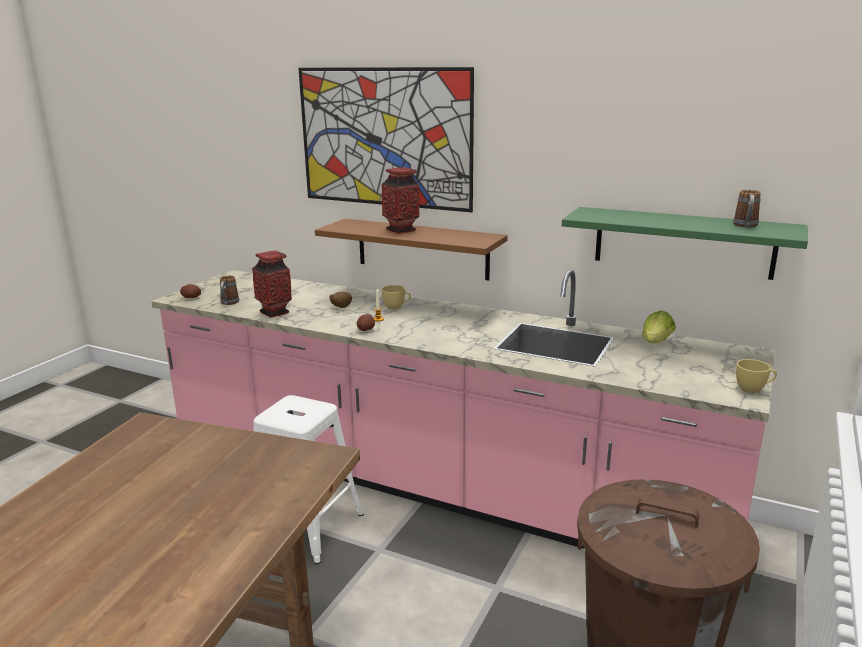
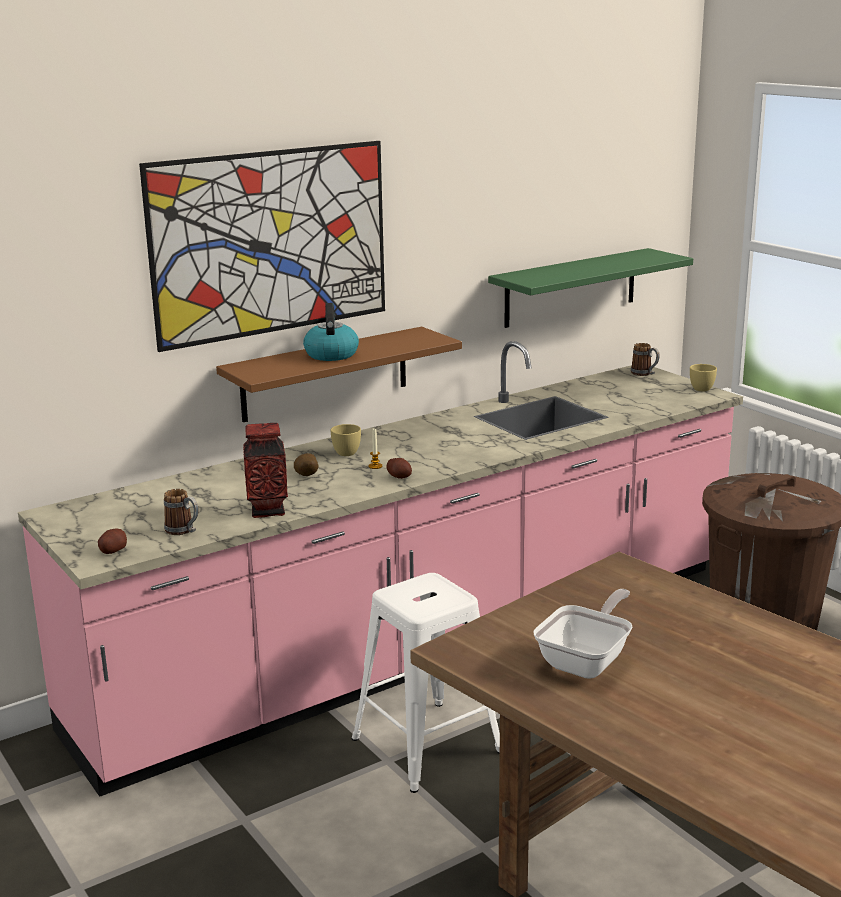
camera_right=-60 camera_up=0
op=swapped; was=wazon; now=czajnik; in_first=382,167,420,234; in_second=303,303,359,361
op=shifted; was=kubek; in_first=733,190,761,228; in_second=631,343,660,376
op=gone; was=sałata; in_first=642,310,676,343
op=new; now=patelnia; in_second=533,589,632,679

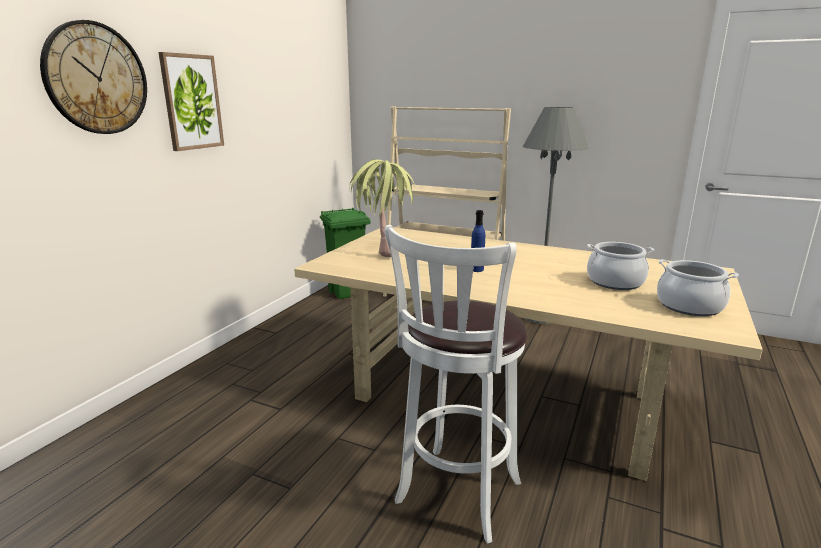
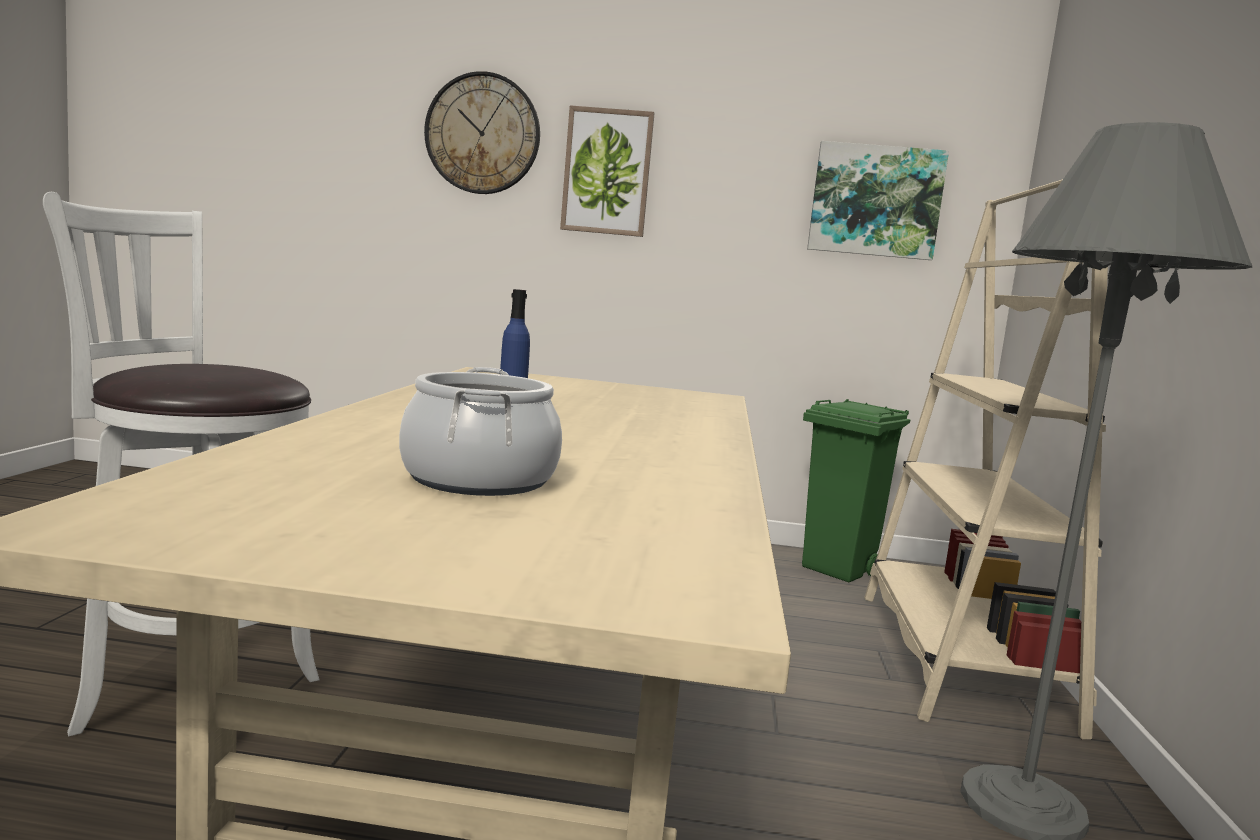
camera_right=70 camera_up=-10
op=gone; was=roślina doniczkowa; in_first=349,159,415,257
op=gone; was=garnek; in_first=657,259,739,316
op=new; now=obraz; in_second=807,141,949,260

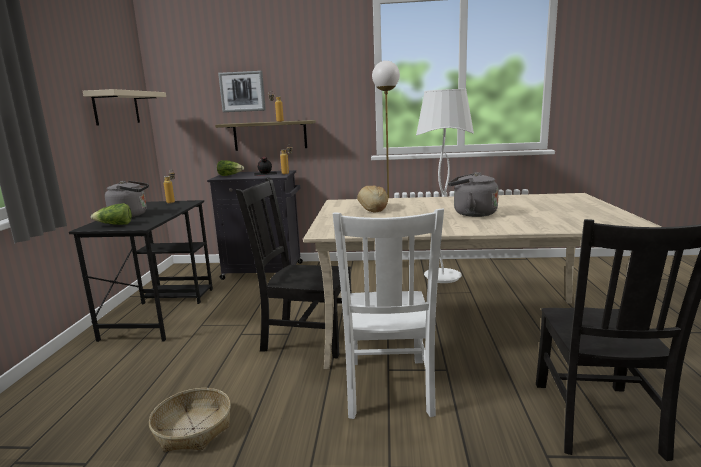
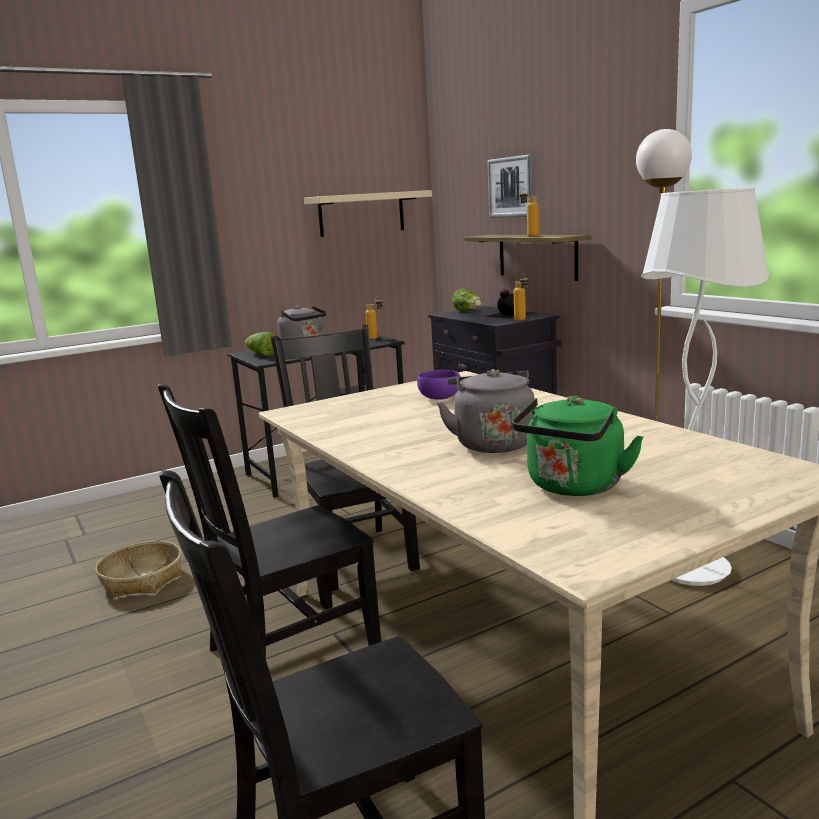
camera_right=55 camera_up=0
op=swapped; was=chleb; now=miska [fioletowy]; in_first=357,186,388,213; in_second=417,370,461,399
op=repainted; was=krzesło [biały]; now=krzesło [czarny]; in_first=333,209,444,419; in_second=158,384,381,658
op=new; now=czajnik [zielony]; in_second=512,396,644,496

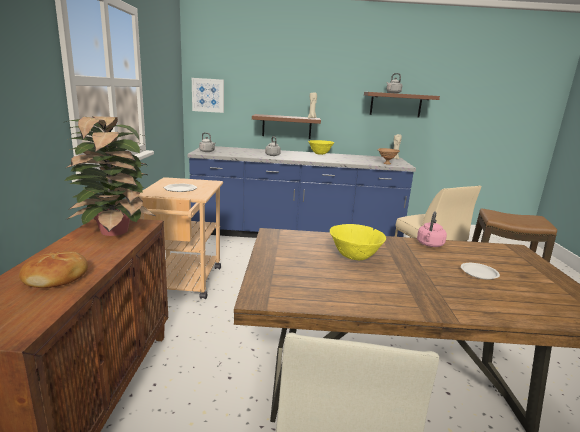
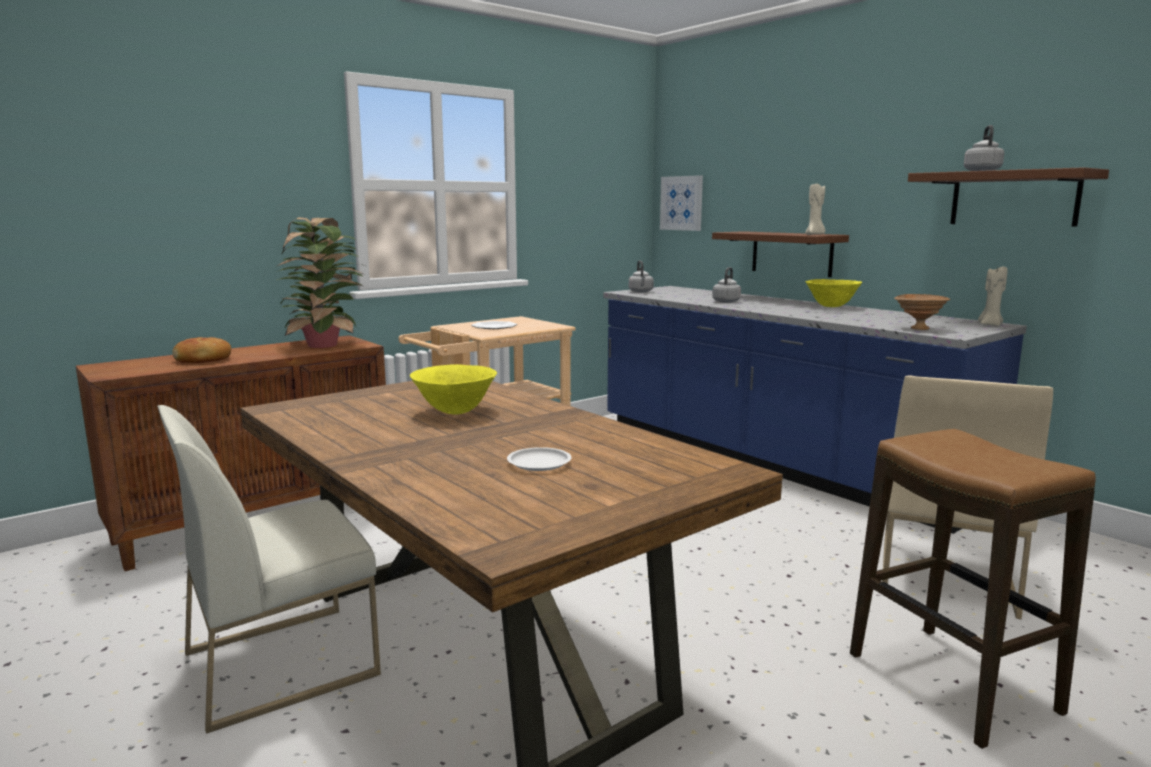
camera_right=50 camera_up=-5
op=gone; was=czajnik [różowy]; in_first=417,211,447,247

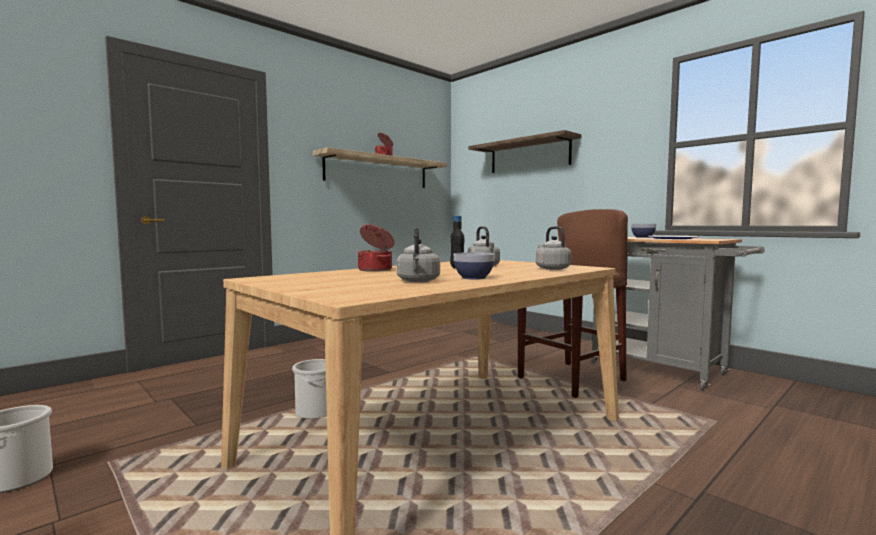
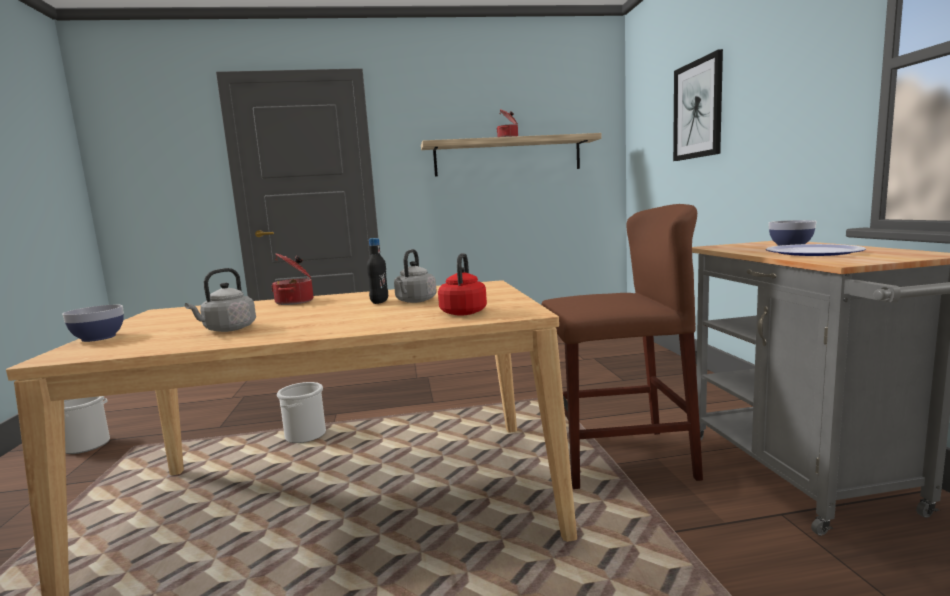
camera_right=35 camera_up=5
op=swapped; was=półka; now=obraz; in_first=468,130,582,173; in_second=673,49,723,161
op=repainted; was=czajnik [szary]; now=czajnik [czerwony]; in_first=536,226,571,270; in_second=438,253,487,316
op=shifted; was=miska; in_first=454,252,495,279; in_second=62,305,124,342

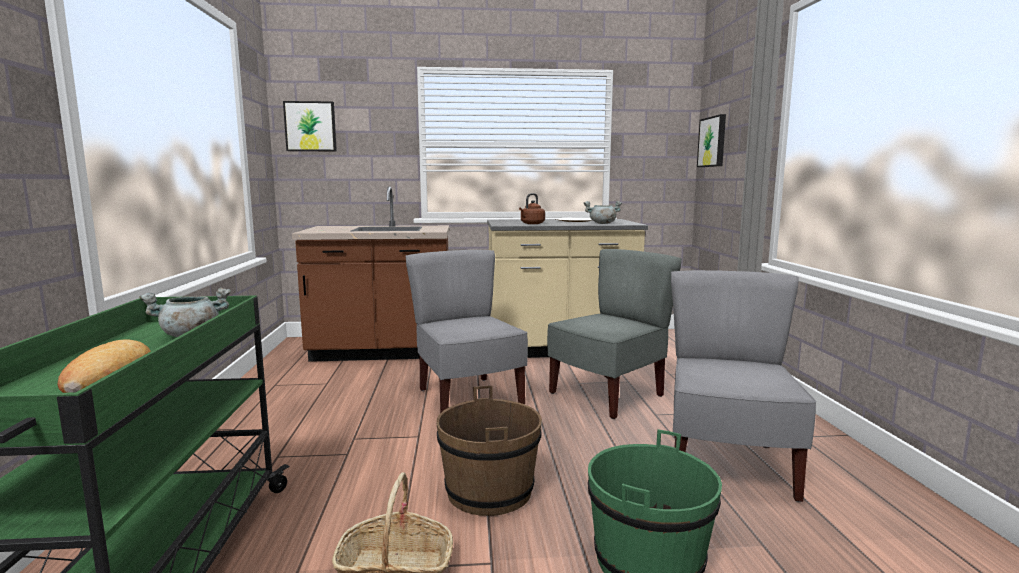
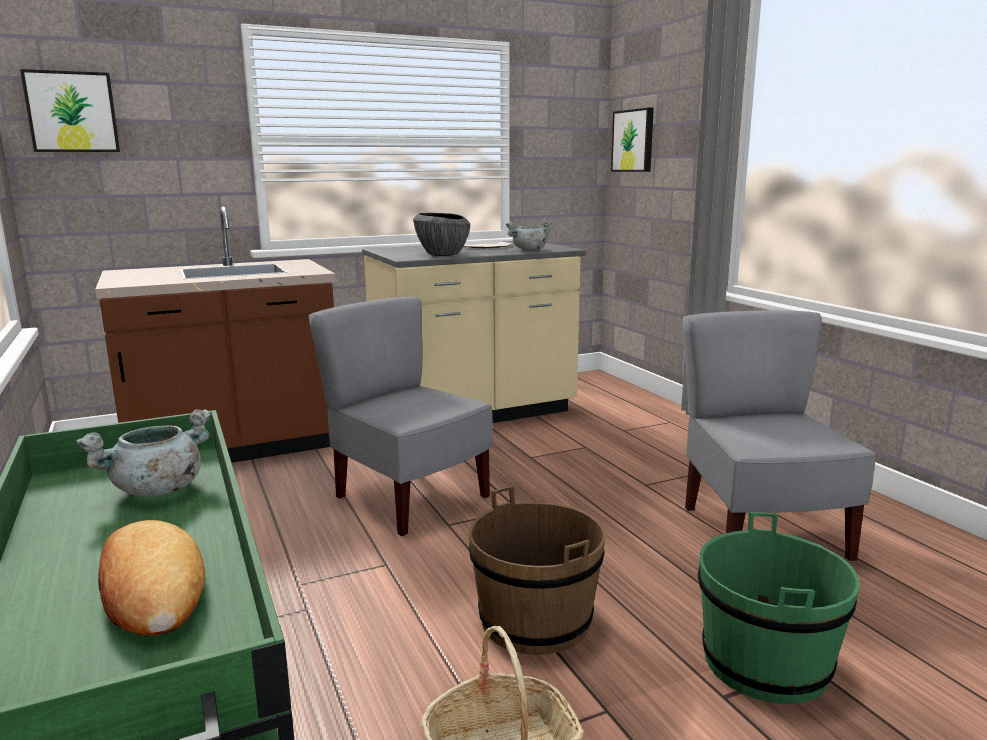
camera_right=-20 camera_up=5
op=swapped; was=czajnik [brązowy]; now=miska; in_first=519,193,545,224; in_second=413,213,470,256
op=gone; was=krzesło [szary]; in_first=547,249,682,419

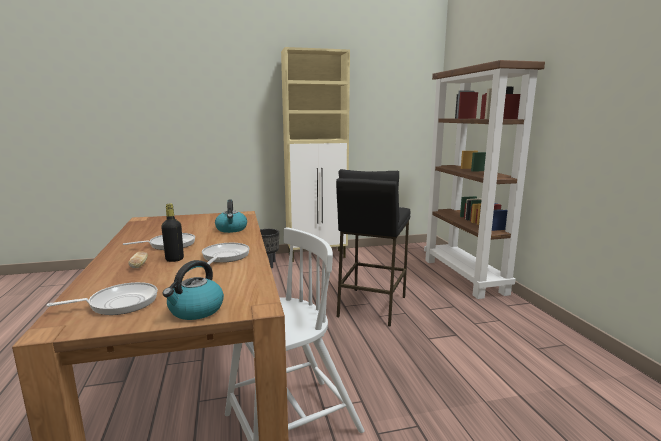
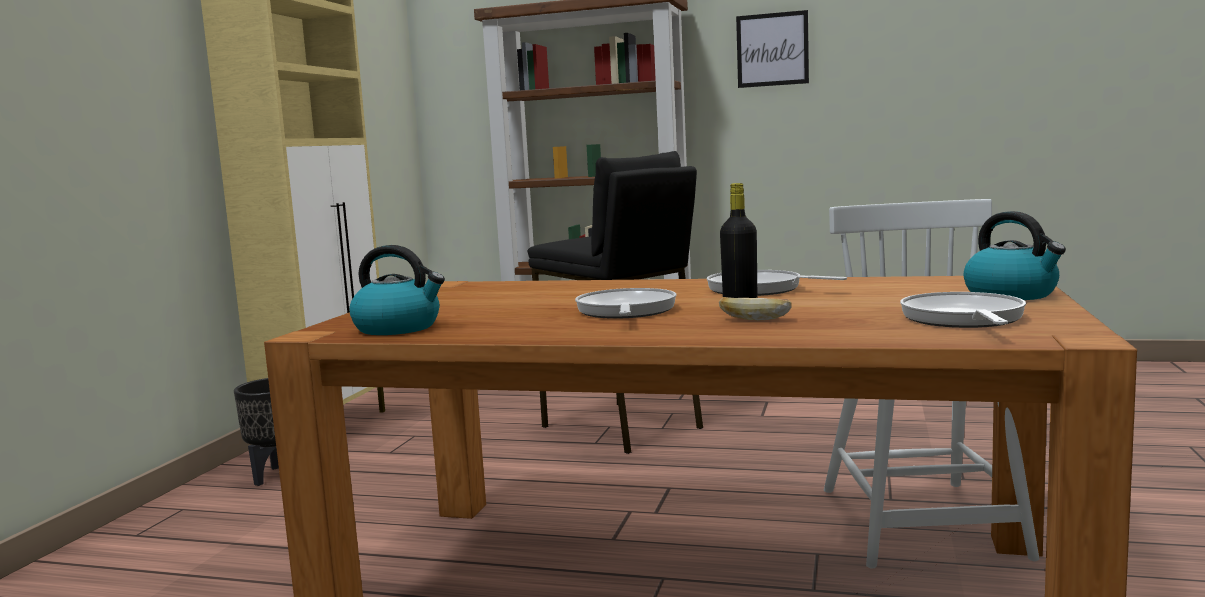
camera_right=-60 camera_up=-5
op=shifted; was=czajnik; in_first=215,200,247,233; in_second=349,245,445,335
op=new; now=obraz; in_second=736,10,809,88

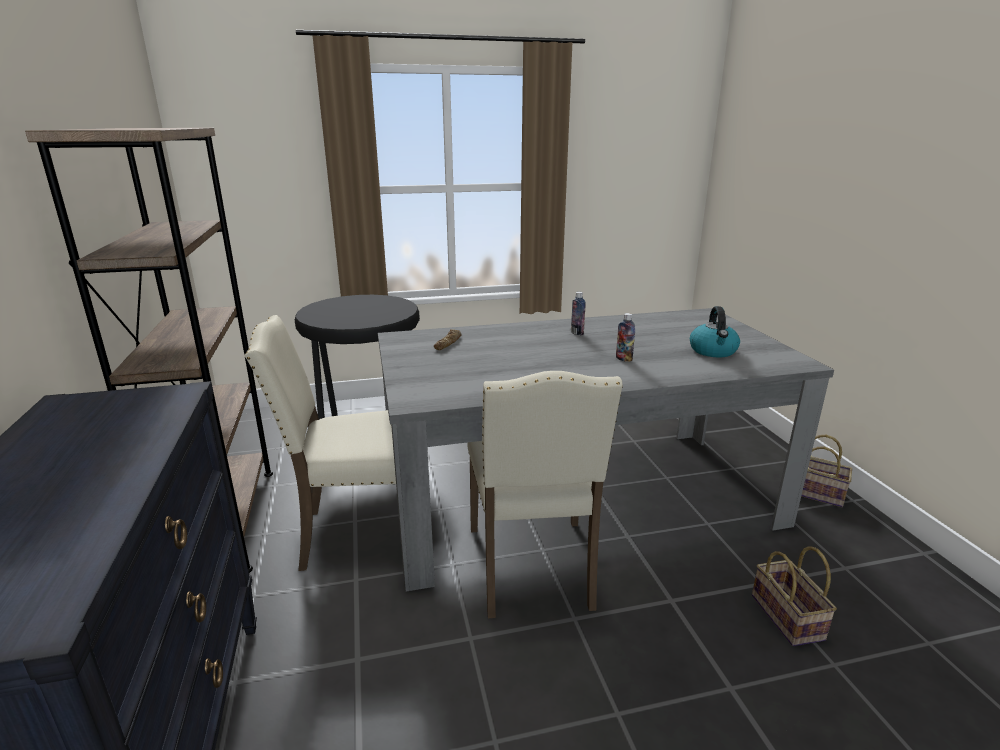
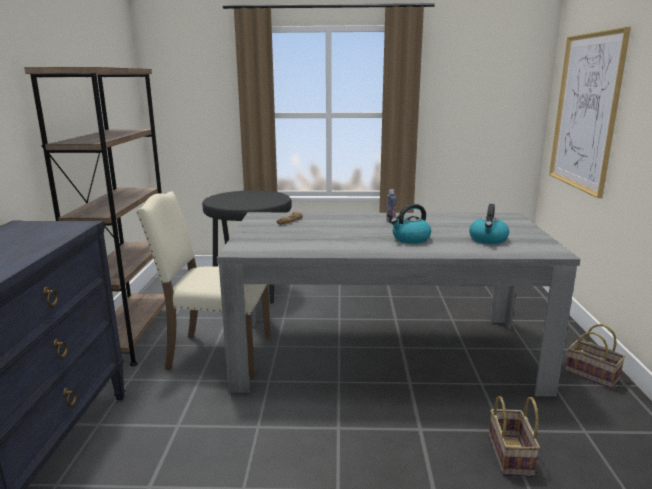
camera_right=15 camera_up=-5
op=swapped; was=butelka; now=czajnik; in_first=616,313,635,362; in_second=391,204,431,244
op=gone; was=krzesło [beżowy]; in_first=467,371,623,618
op=new; now=obraz; in_second=549,27,631,198

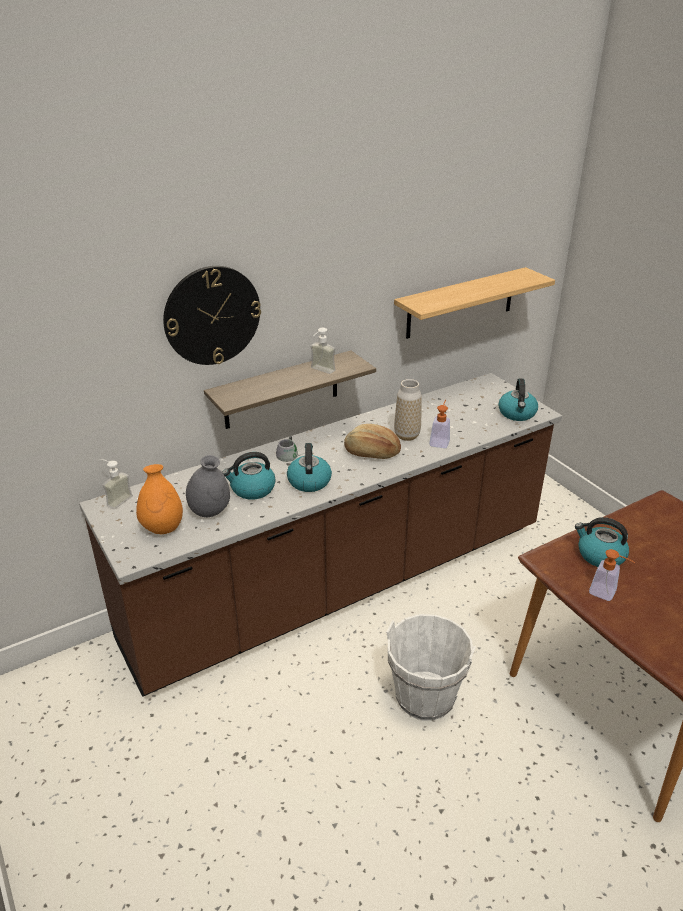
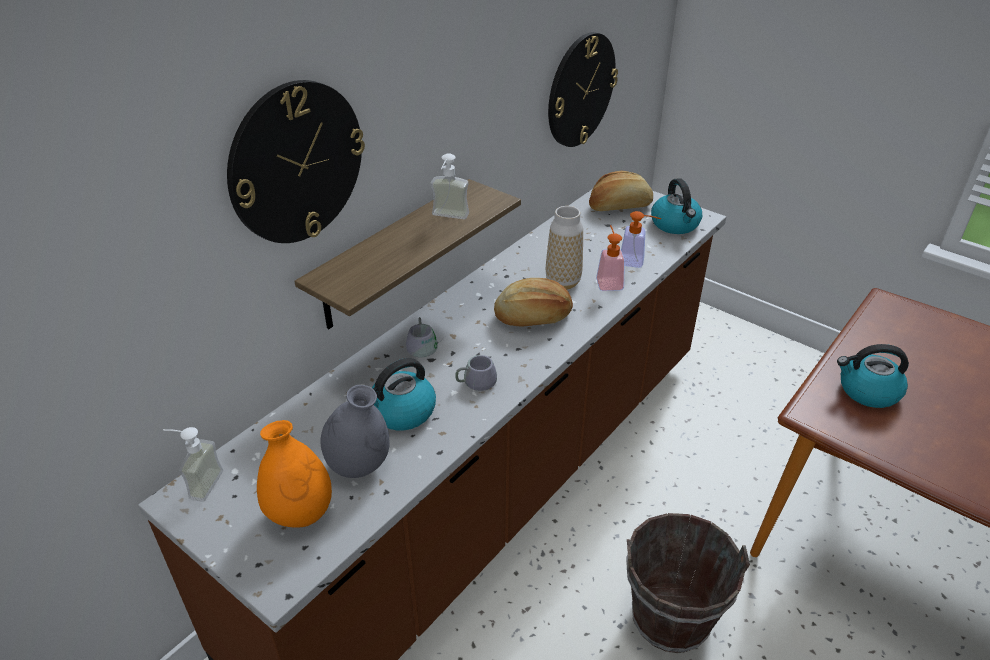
camera_right=-20 camera_up=5
op=swapped; was=półka; now=zegar ścienny; in_first=394,267,555,339; in_second=548,32,618,147
op=swapped; was=czajnik; now=kubek [szary]; in_first=287,443,332,492; in_second=455,355,497,391
op=shifted; was=dozownik mydła; in_first=589,549,635,601; in_second=621,211,661,268
op=repainted; was=wiadro [biały]; now=wiadro [brązowy]; in_first=386,614,476,721; in_second=626,513,750,653
op=new; now=chleb; in_second=589,171,653,211

